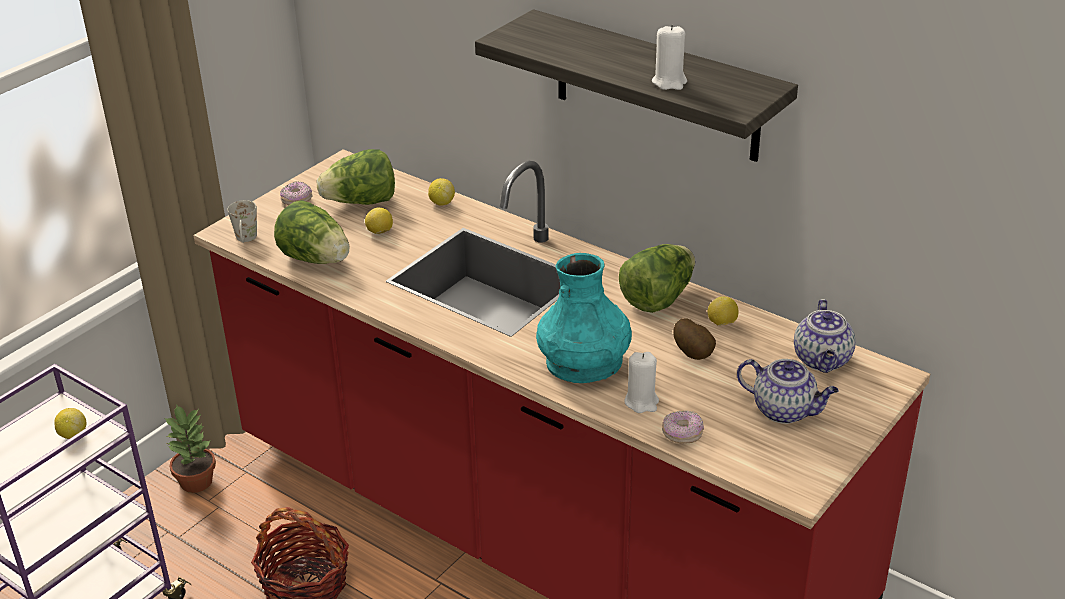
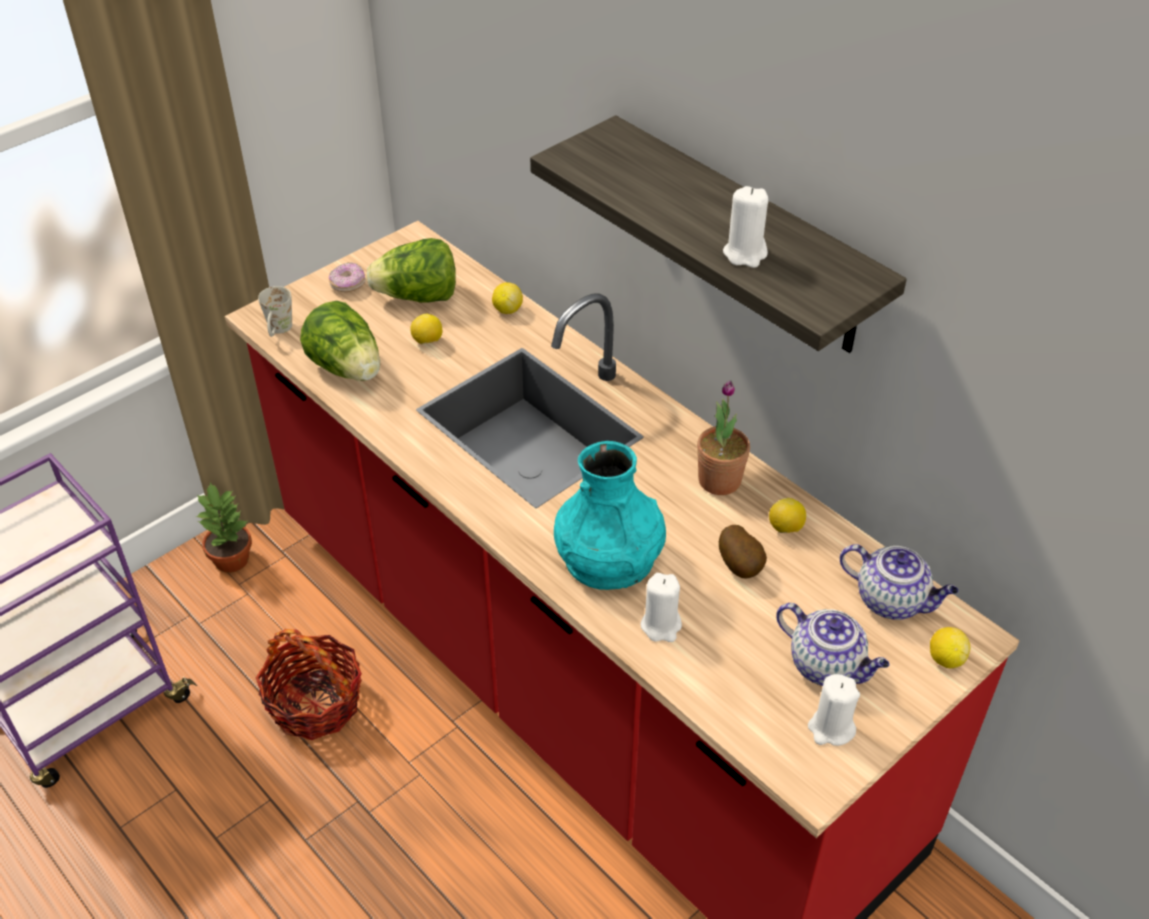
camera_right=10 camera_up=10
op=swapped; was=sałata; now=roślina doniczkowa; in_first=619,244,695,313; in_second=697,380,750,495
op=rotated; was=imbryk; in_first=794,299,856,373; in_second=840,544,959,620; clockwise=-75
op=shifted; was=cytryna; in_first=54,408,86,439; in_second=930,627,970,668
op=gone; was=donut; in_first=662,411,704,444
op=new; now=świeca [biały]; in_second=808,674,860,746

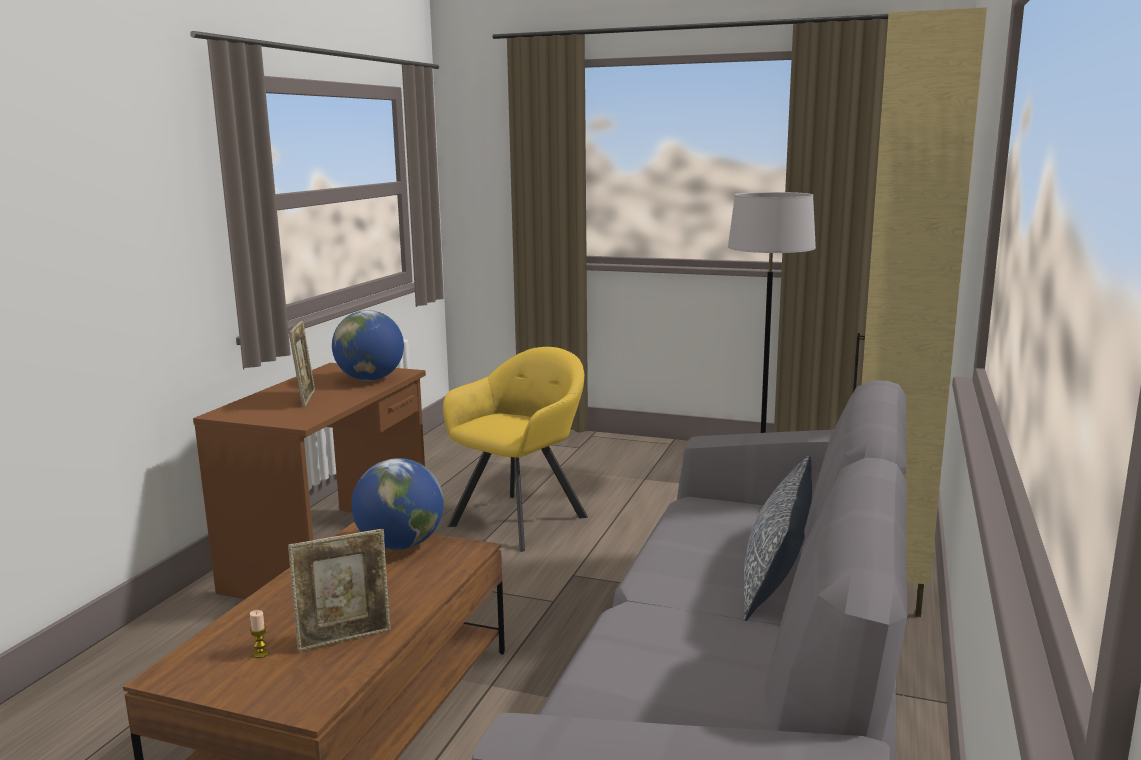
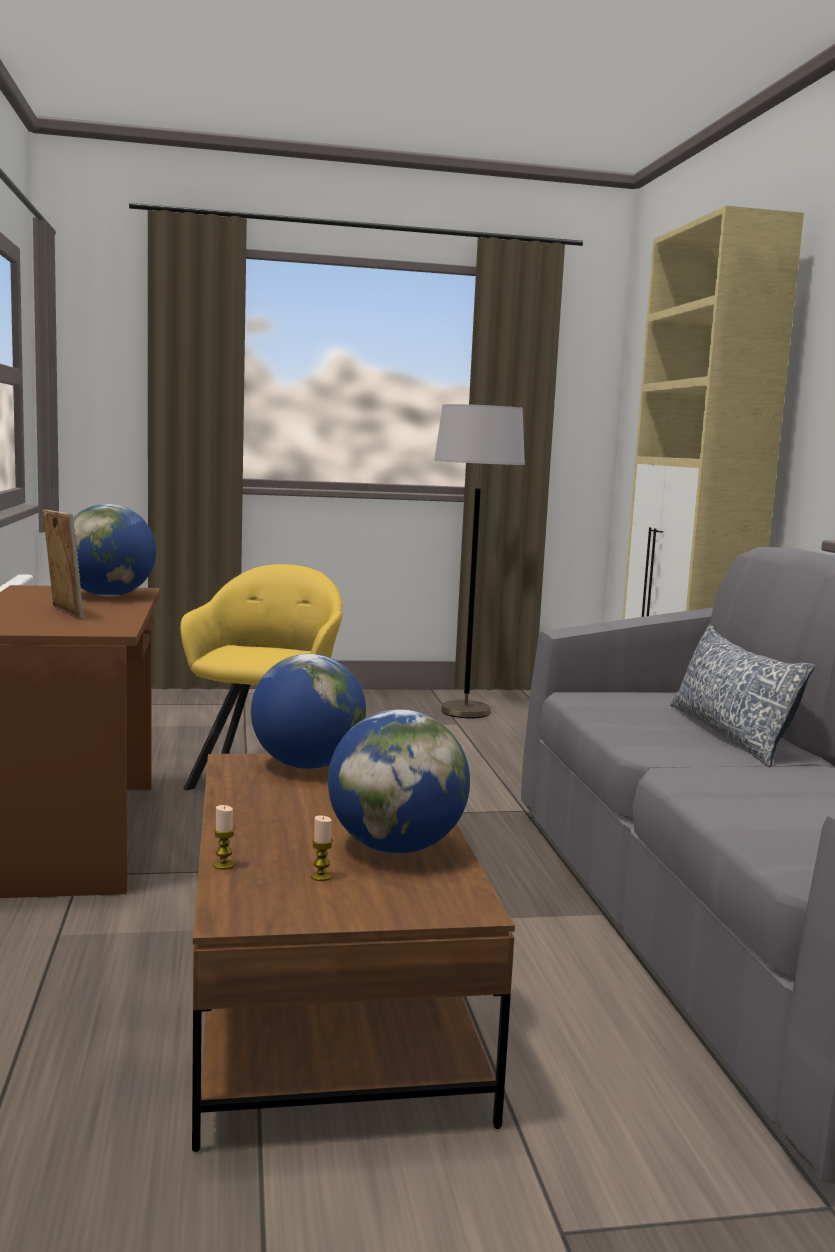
camera_right=-30 camera_up=-5
op=swapped; was=ramka na zdjęcie; now=globus; in_first=288,529,391,652; in_second=328,709,470,853
op=new; now=świeca; in_second=213,805,235,870

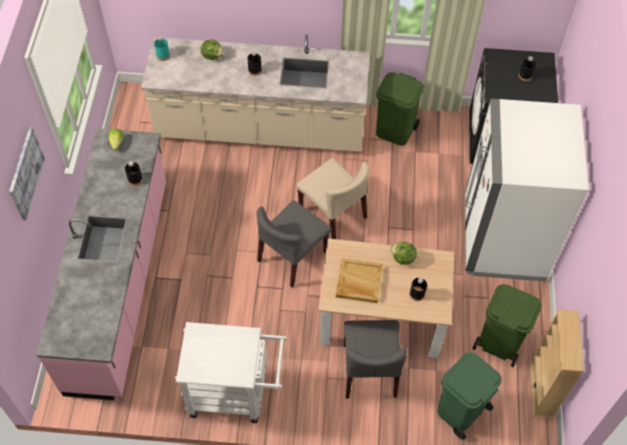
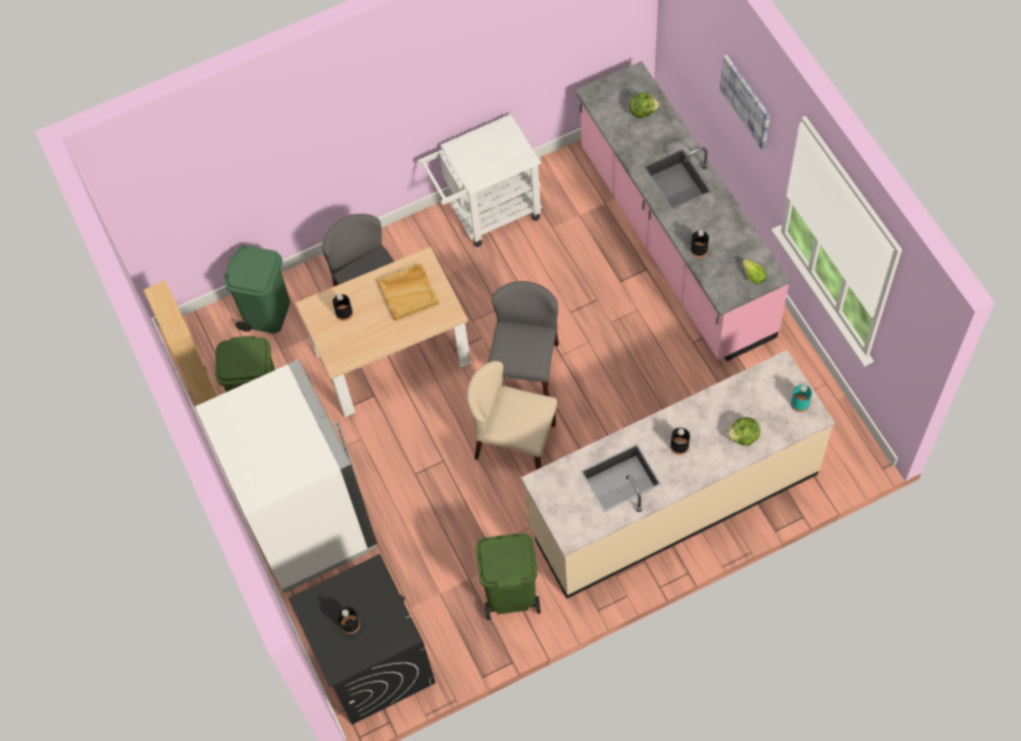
camera_right=155 camera_up=5
op=shifted; was=sałata; in_first=390,242,417,265; in_second=629,92,660,118

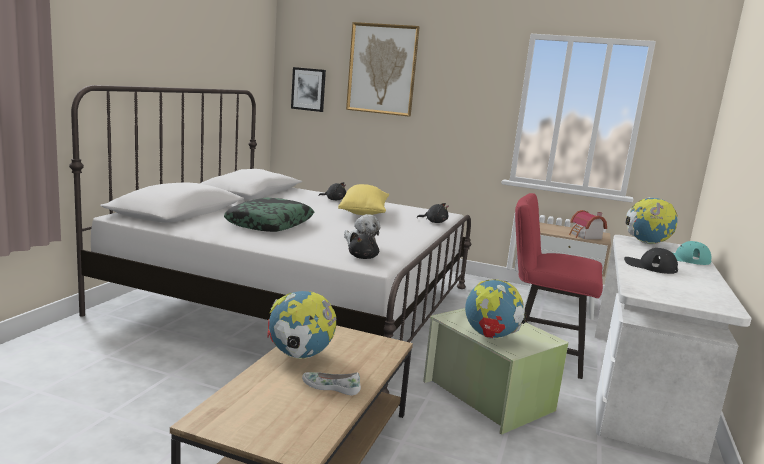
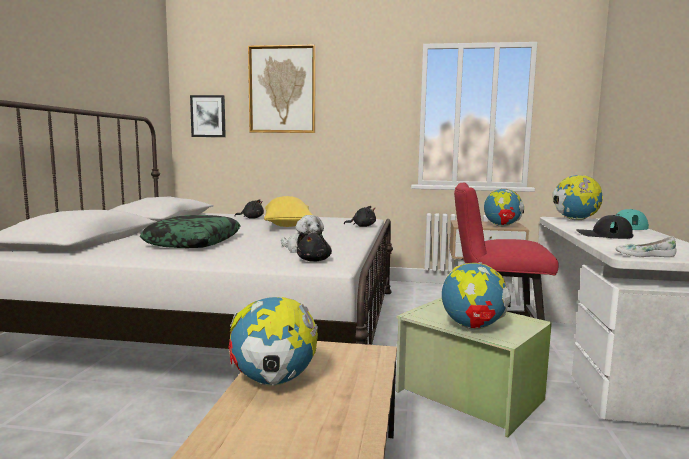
camera_right=-10 camera_up=-5
op=swapped; was=domek; now=globus; in_first=569,210,607,239; in_second=484,189,524,227
op=shifted; was=but [biały]; in_first=302,372,361,395; in_second=616,236,676,257

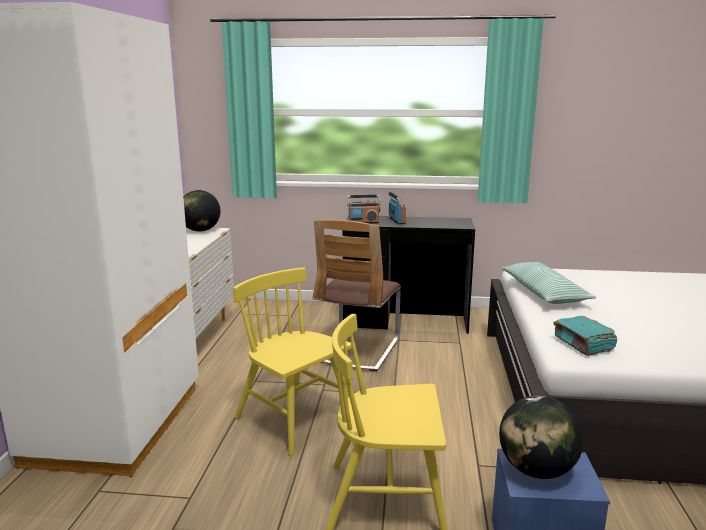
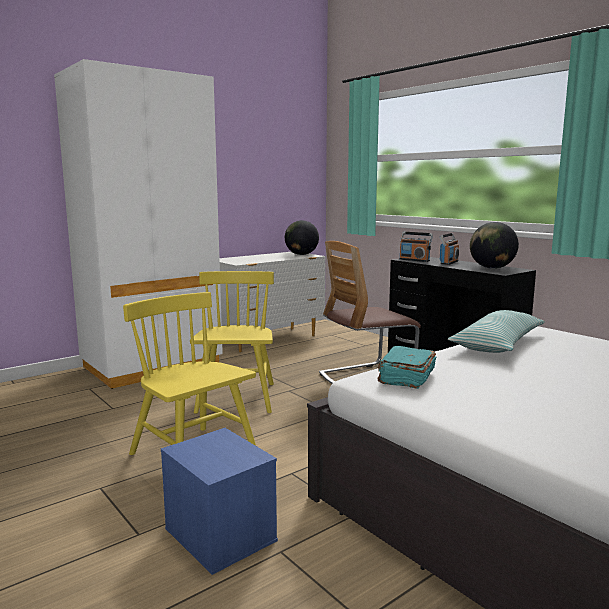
camera_right=45 camera_up=-5
op=shifted; was=globus; in_first=499,395,584,479; in_second=470,222,519,269

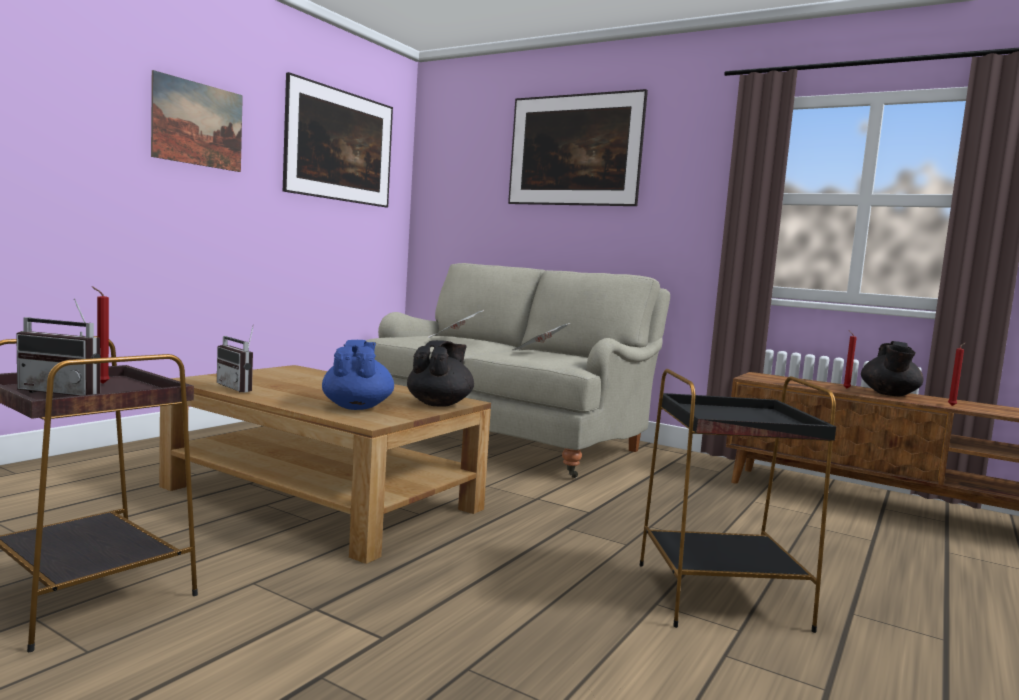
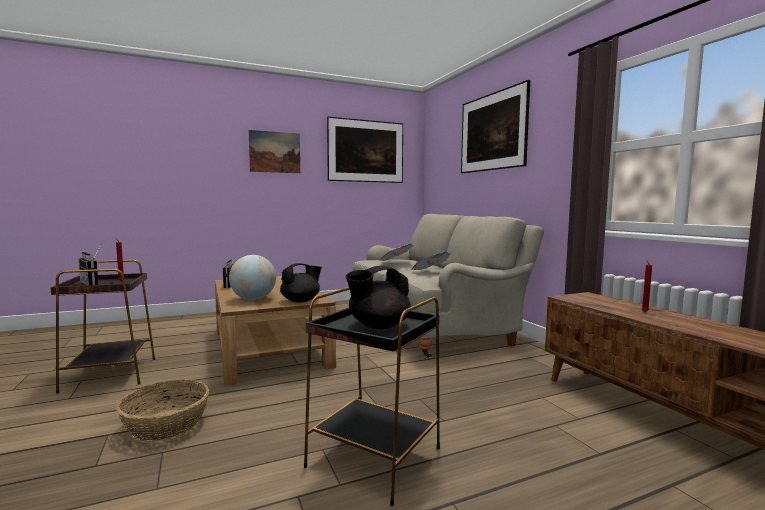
camera_right=35 camera_up=0
op=swapped; was=imbryk [niebieski]; now=globus; in_first=322,340,394,410; in_second=229,255,276,300
op=shifted; was=imbryk [czarny]; in_first=861,341,924,396; in_second=346,266,411,329
op=gone; was=świeca [czerwony]; in_first=948,343,965,406
op=new; now=koszyk; in_second=116,380,209,442

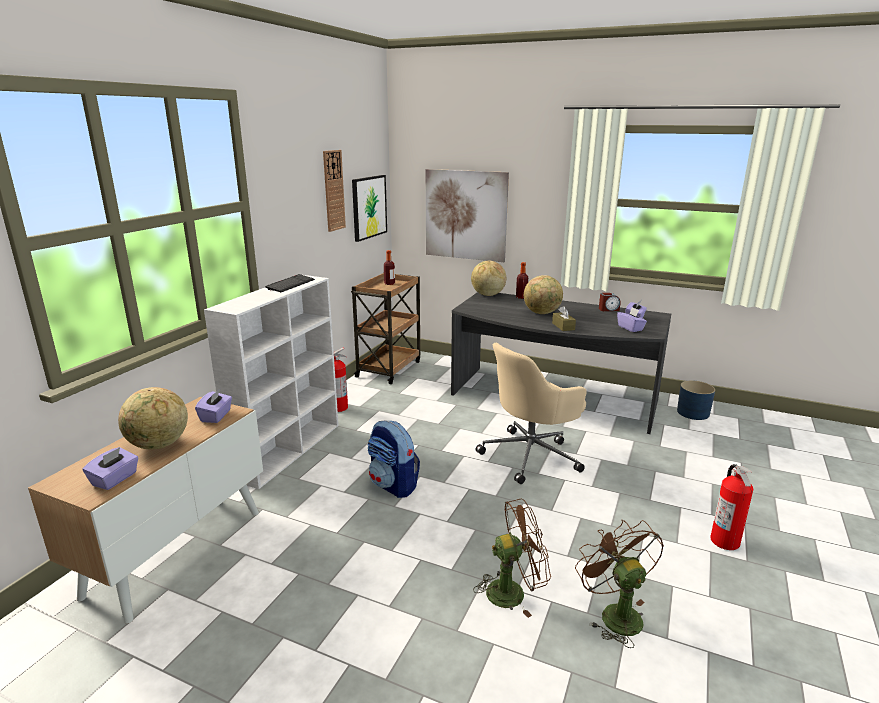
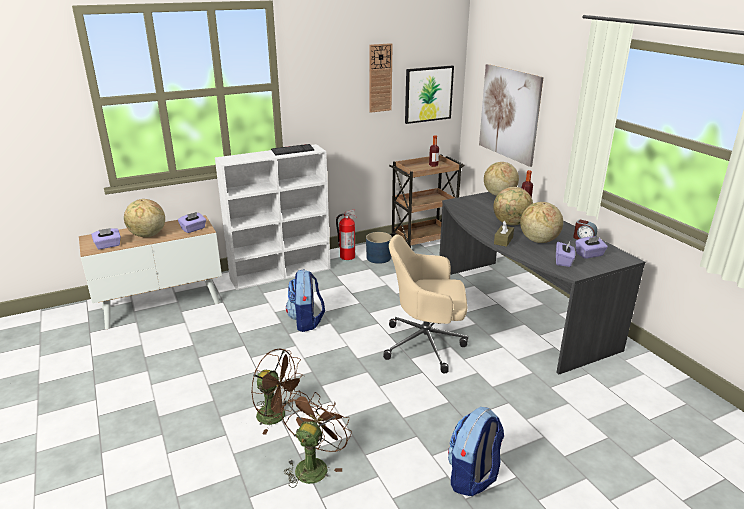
camera_right=40 camera_up=5
op=shifted; was=donica [niebieski]; in_first=677,381,715,420; in_second=366,232,392,264
op=swapped; was=gaśnica; now=plecak; in_first=710,464,753,550; in_second=448,407,504,496
op=new; now=globus; in_second=520,202,563,243

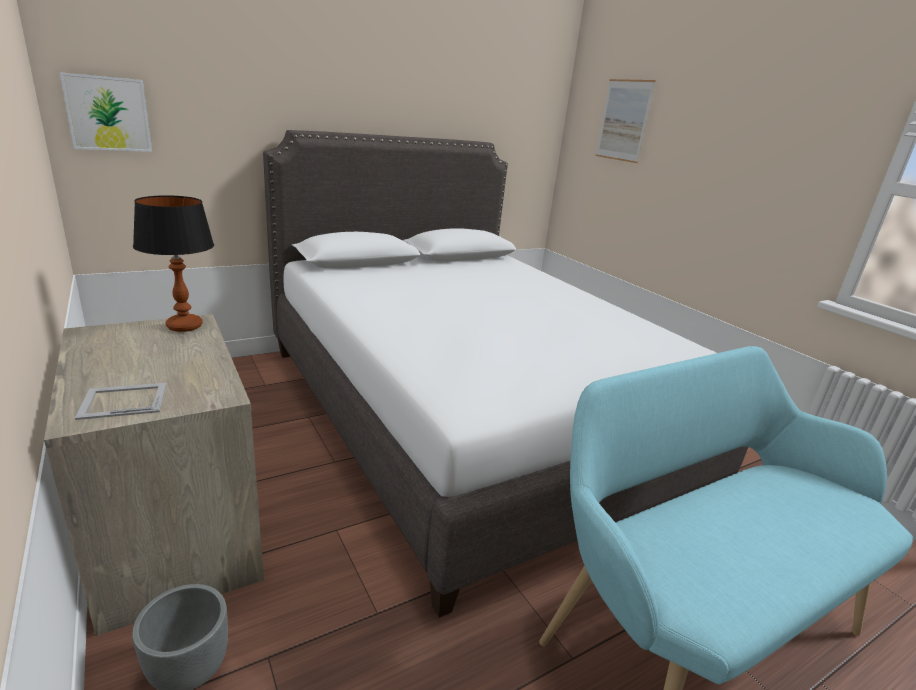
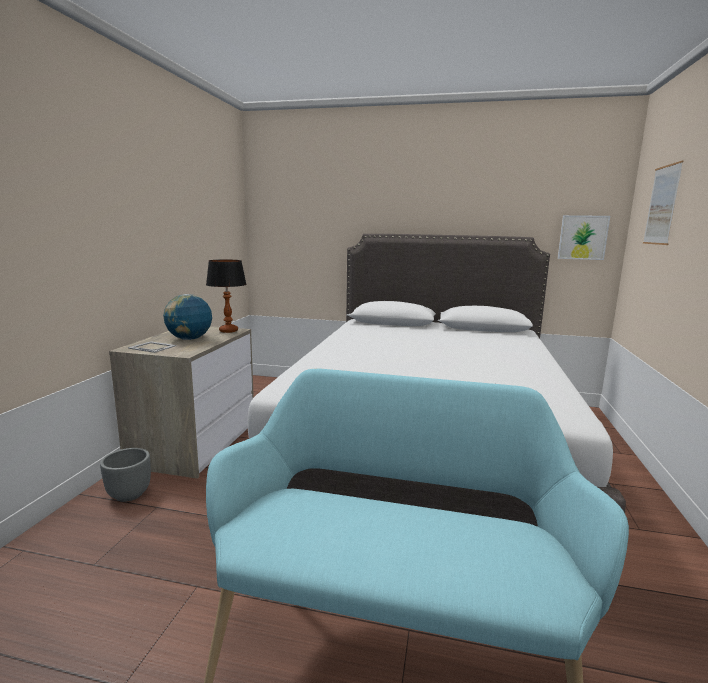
camera_right=45 camera_up=-10
op=shifted; was=obraz; in_first=60,72,152,152; in_second=558,215,610,260
op=new; now=globus; in_second=163,294,212,340

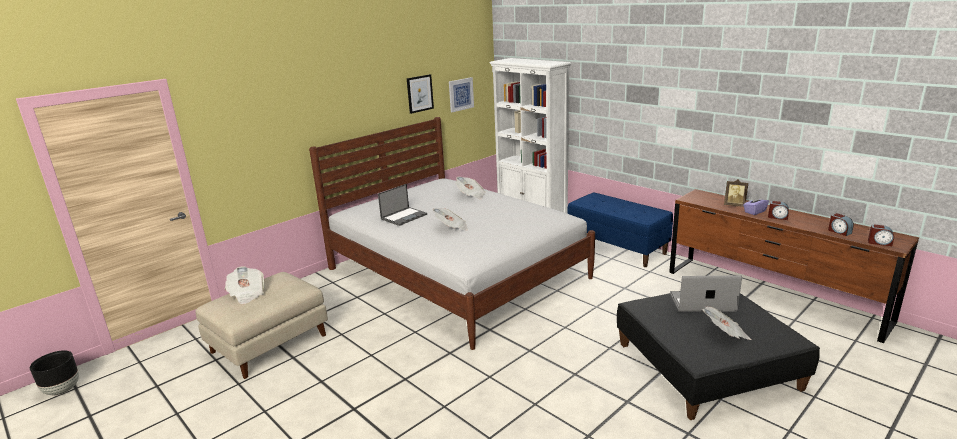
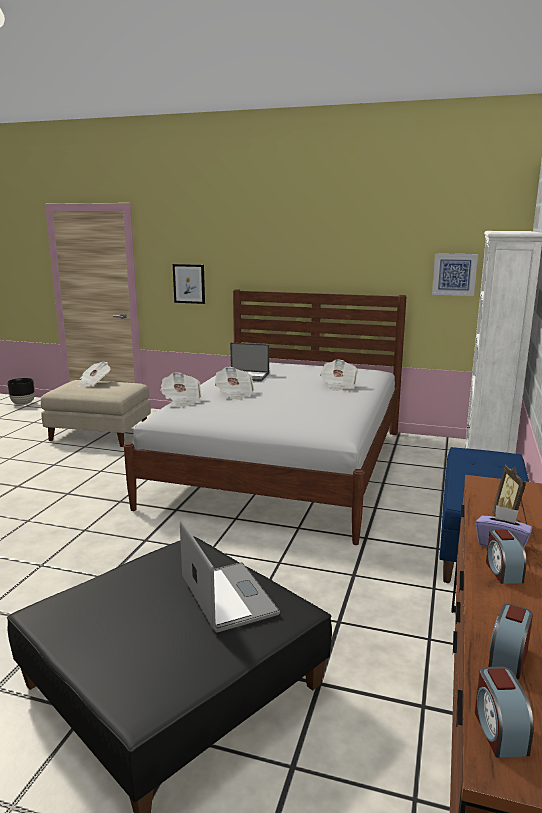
camera_right=60 camera_up=-5
op=shifted; was=obraz; in_first=407,74,434,114; in_second=173,264,205,304
op=shifted; was=gazeta; in_first=702,307,751,340; in_second=160,372,201,408

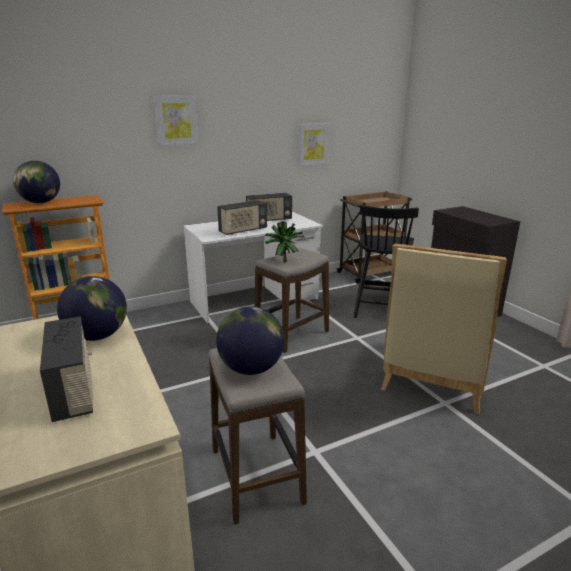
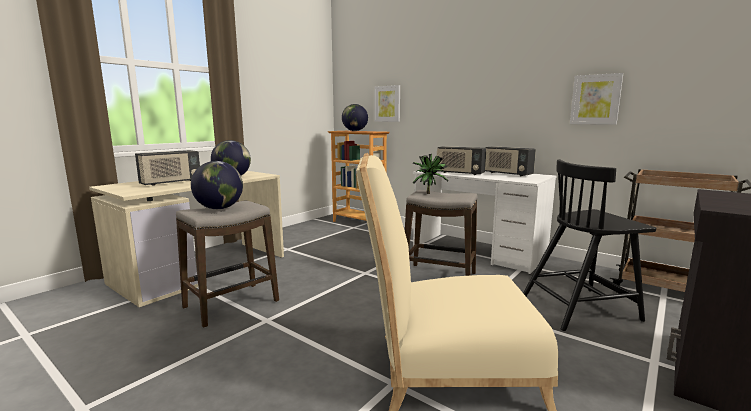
camera_right=65 camera_up=-10
op=shifted; was=obraz; in_first=154,95,199,146; in_second=374,85,400,122

